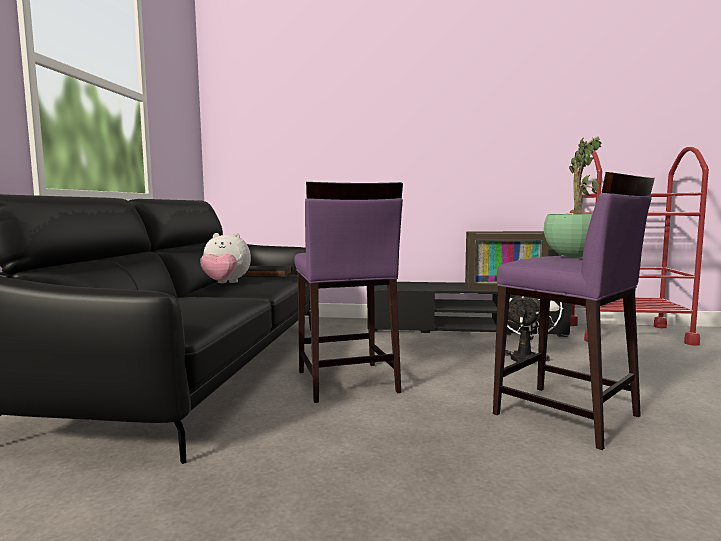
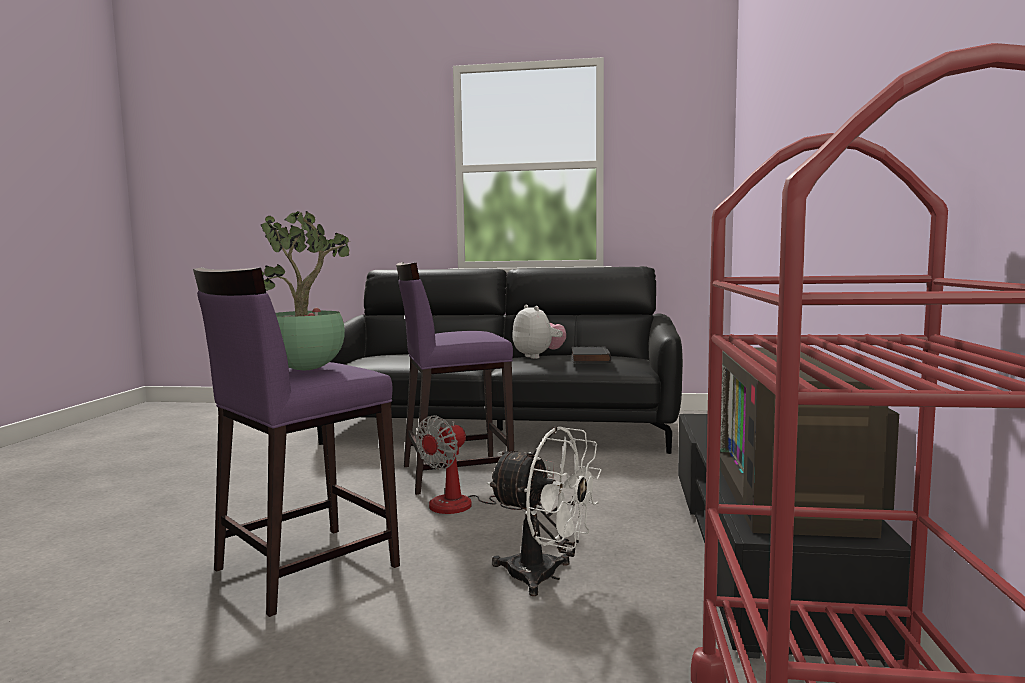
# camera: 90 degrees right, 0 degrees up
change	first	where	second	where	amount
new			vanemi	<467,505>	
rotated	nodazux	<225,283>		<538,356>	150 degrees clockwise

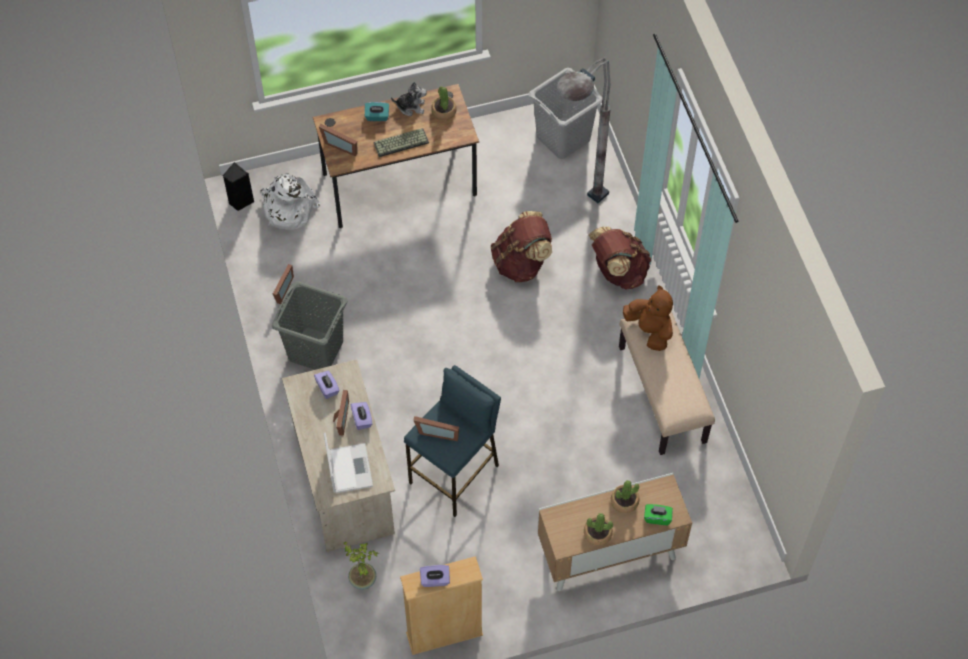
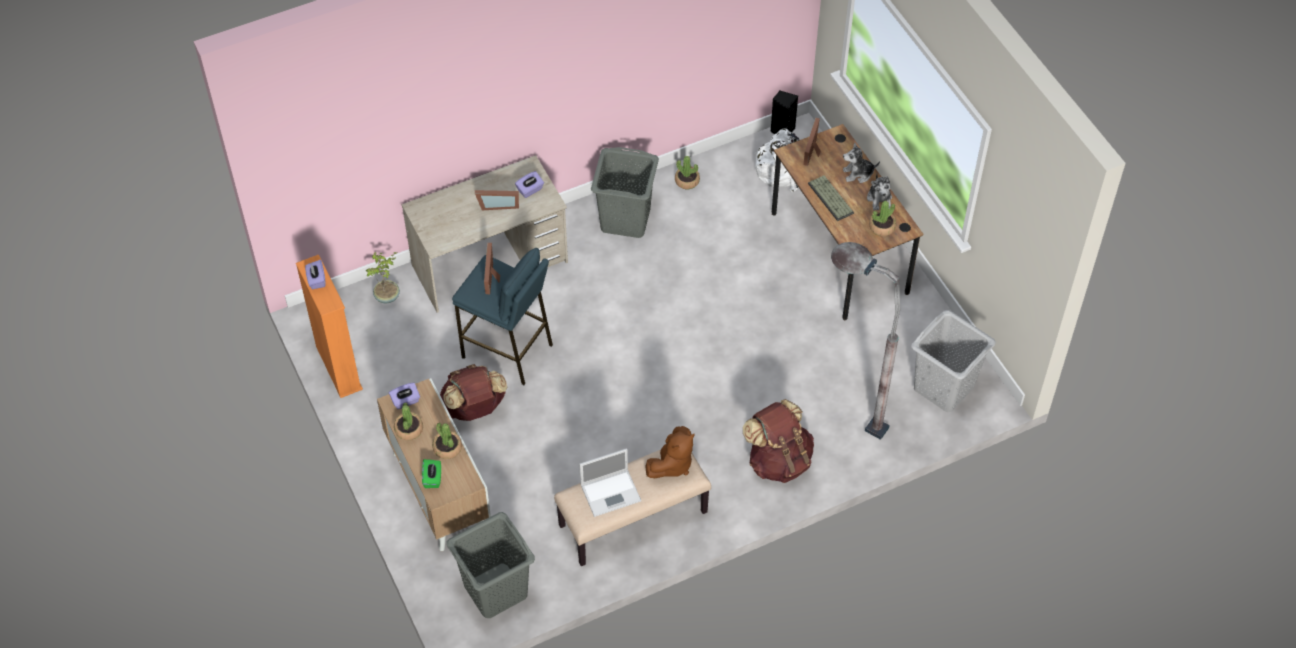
# camera: 80 degrees right, 5 degrees down
change	first	where	second	where	amount
repainted	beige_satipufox	<444,634>	orange_satipufox	<338,368>	
shifted	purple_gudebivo	<362,419>		<405,401>	
shifted	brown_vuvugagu	<521,263>		<474,409>	
new			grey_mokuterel	<495,590>	
shifted	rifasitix	<349,467>		<611,492>	
swapped	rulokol	<281,290>	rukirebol	<687,181>	
swapped	turquoise_gudebivo	<377,117>	nodazux	<858,174>	

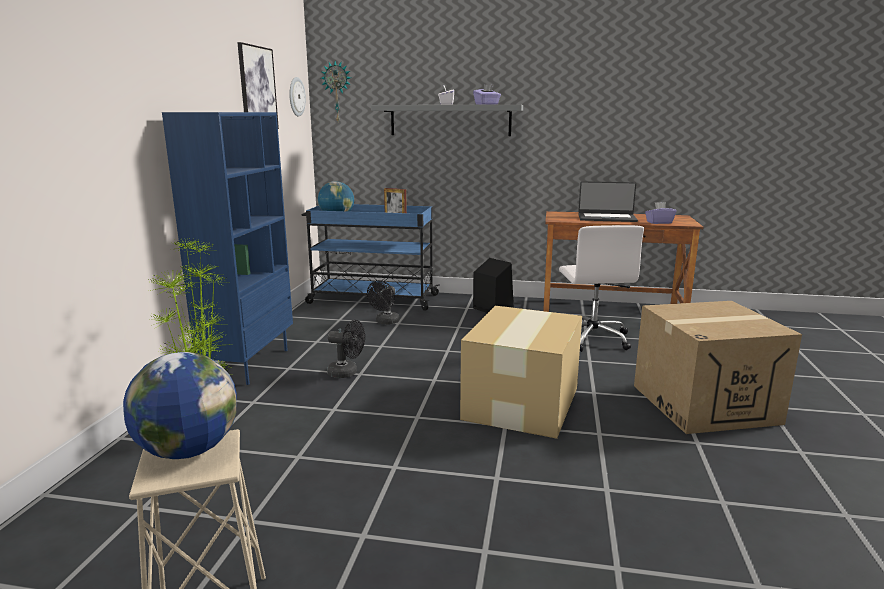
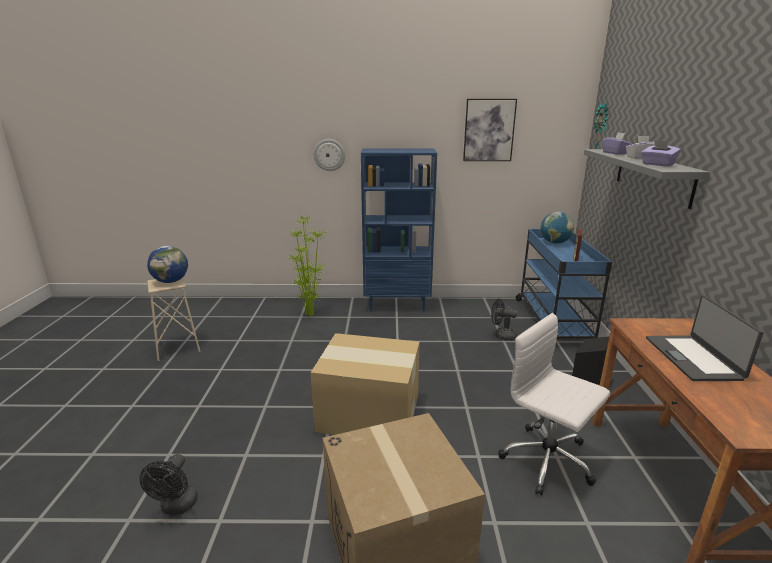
# camera: 80 degrees right, 5 degrees up
change	first	where	second	where	amount
shifted	black_vanemi	<347,373>		<177,507>	
shifted	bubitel	<296,97>		<329,155>	
rotated	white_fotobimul	<592,338>		<548,461>	60 degrees clockwise
shifted	purple_gudebivo	<659,222>		<615,153>	

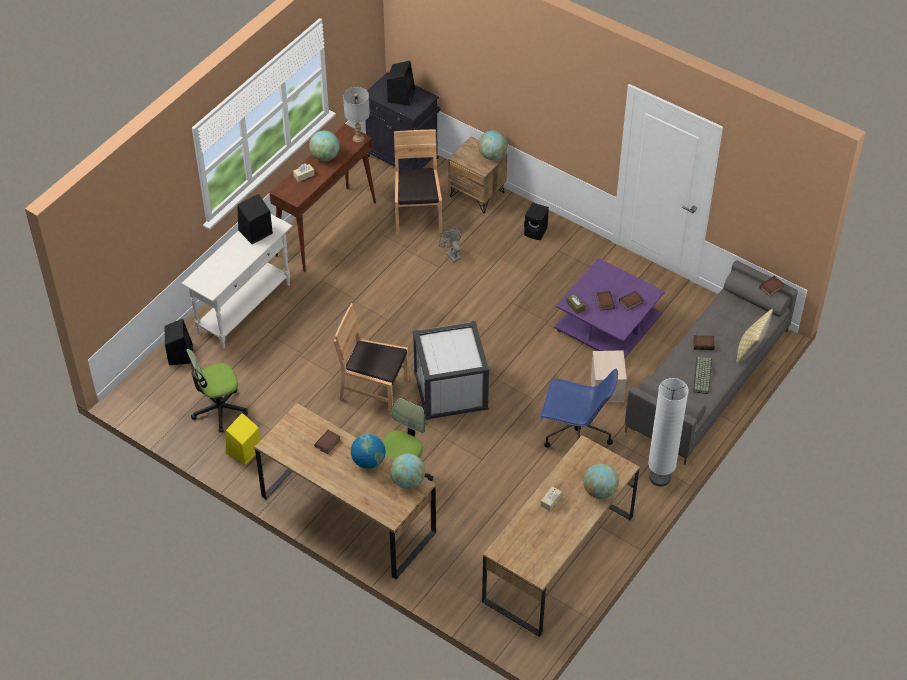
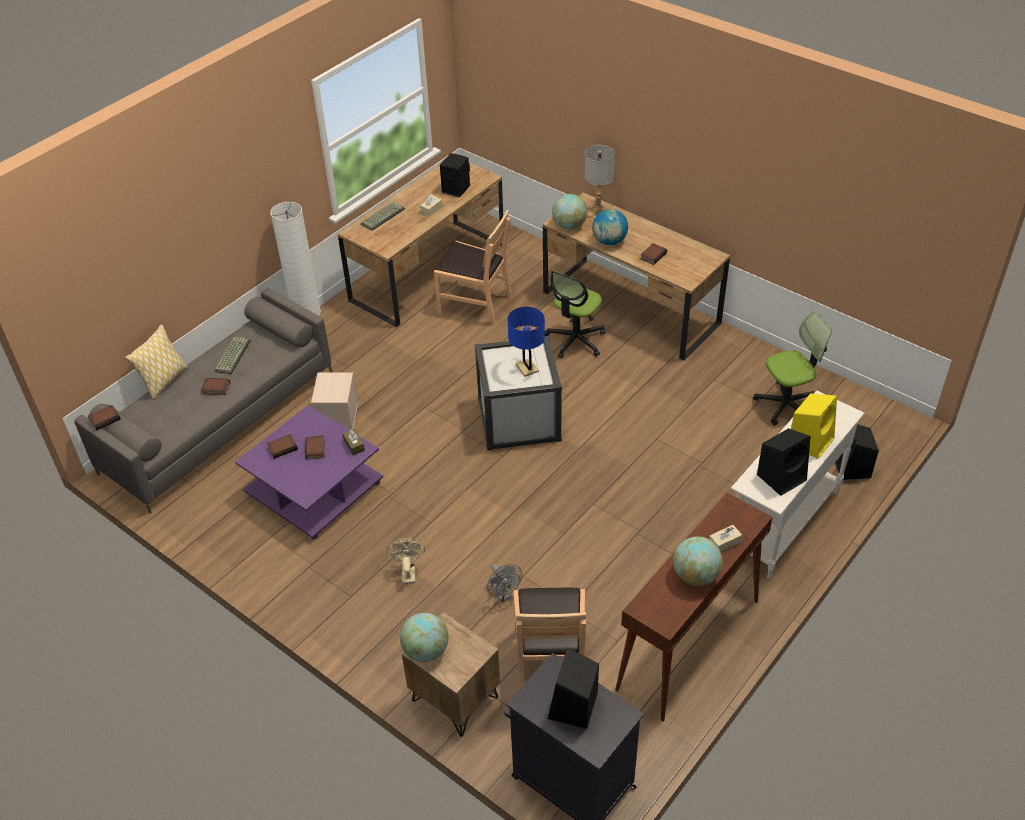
# camera: 175 degrees left, 5 degrees down
change	first	where	second	where	amount
swapped	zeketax	<599,491>	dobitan	<382,216>	
new			beige_vanemi	<408,572>	
shifted	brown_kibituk	<374,391>		<475,304>	
shifted	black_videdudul	<536,232>		<455,189>	
new			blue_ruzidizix	<527,368>	
shifted	grey_ruzidizix	<358,138>		<597,209>	
shifted	yellow_videdudul	<243,451>		<811,440>	
gone	blue_fotobimul	<575,436>			

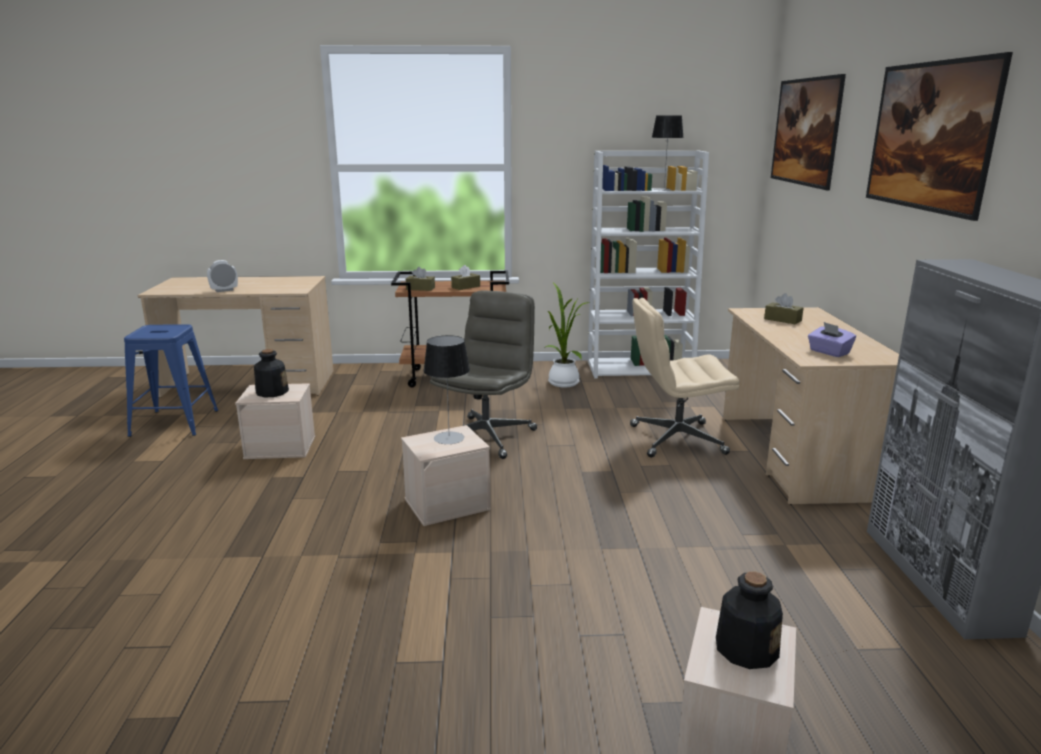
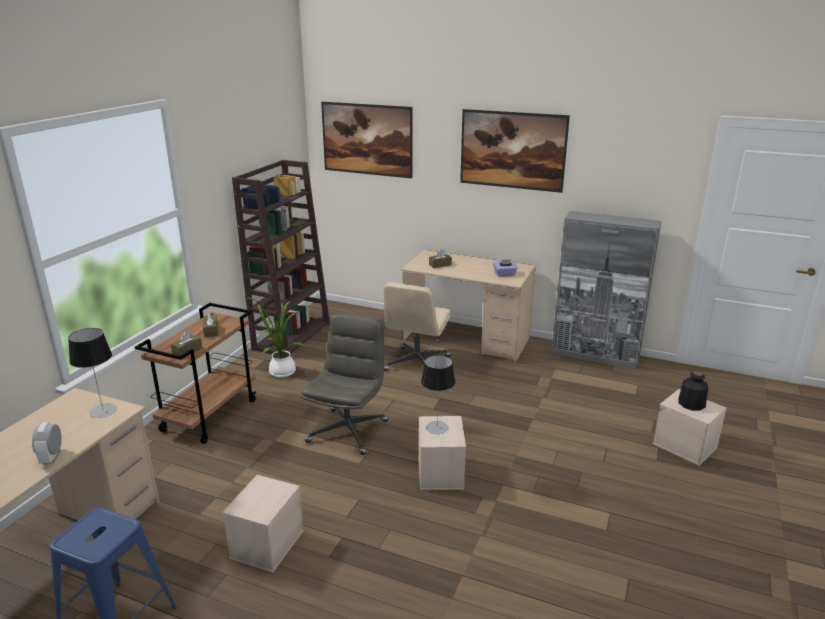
# camera: 65 degrees left, 5 degrees up
change	first	where	second	where	amount
shifted	ruzidizix	<664,189>		<103,411>	
repainted	white_satipufox	<640,368>	brown_satipufox	<291,335>	
rotated	grey_fotobimul	<486,437>		<348,430>	60 degrees clockwise
gone	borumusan	<272,392>			

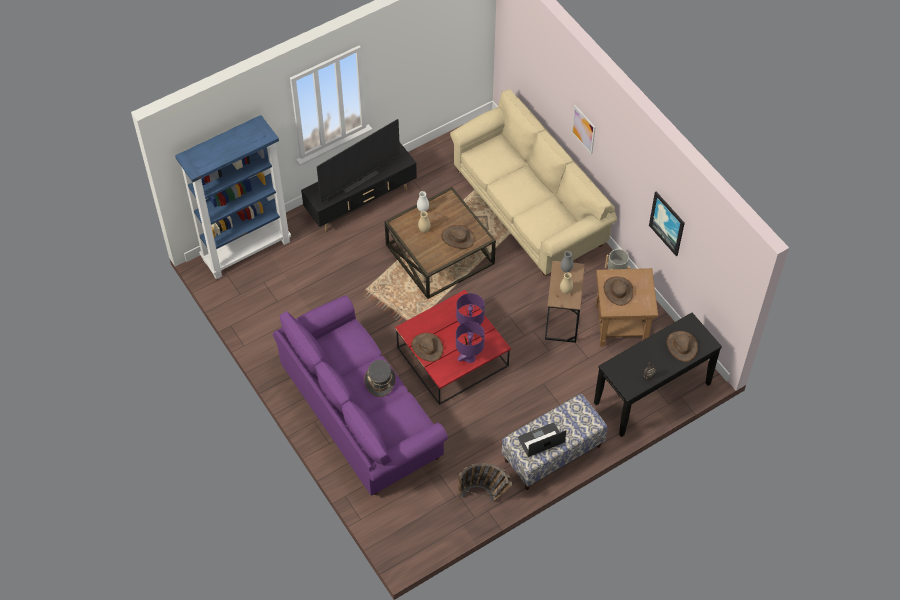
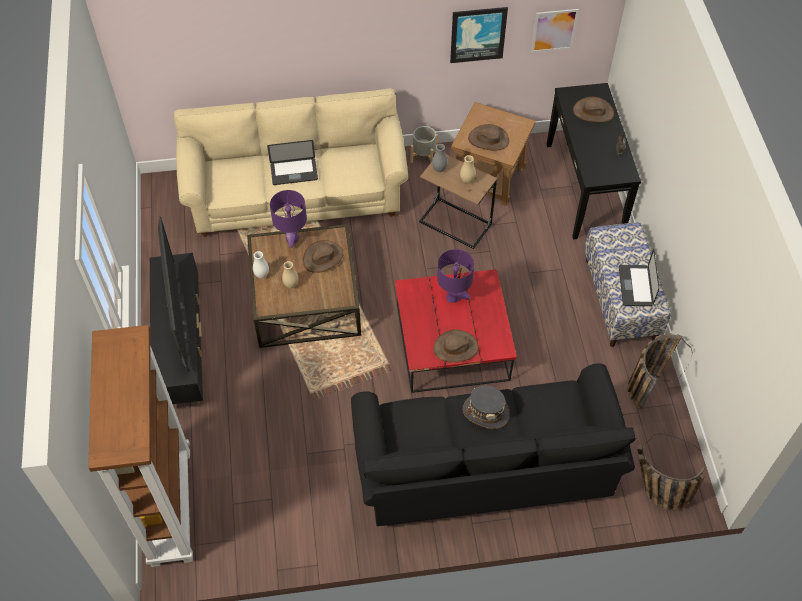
# camera: 65 degrees left, 0 degrees up
change	first	where	second	where	amount
repainted	blue_satipufox	<247,250>	brown_satipufox	<170,505>	
new			rifasitix	<294,172>	
shifted	purple_ruzidizix	<469,358>		<292,239>	
repainted	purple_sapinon	<361,413>	black_sapinon	<484,465>	
shifted	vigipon	<583,129>		<554,30>	
new			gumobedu	<656,491>	

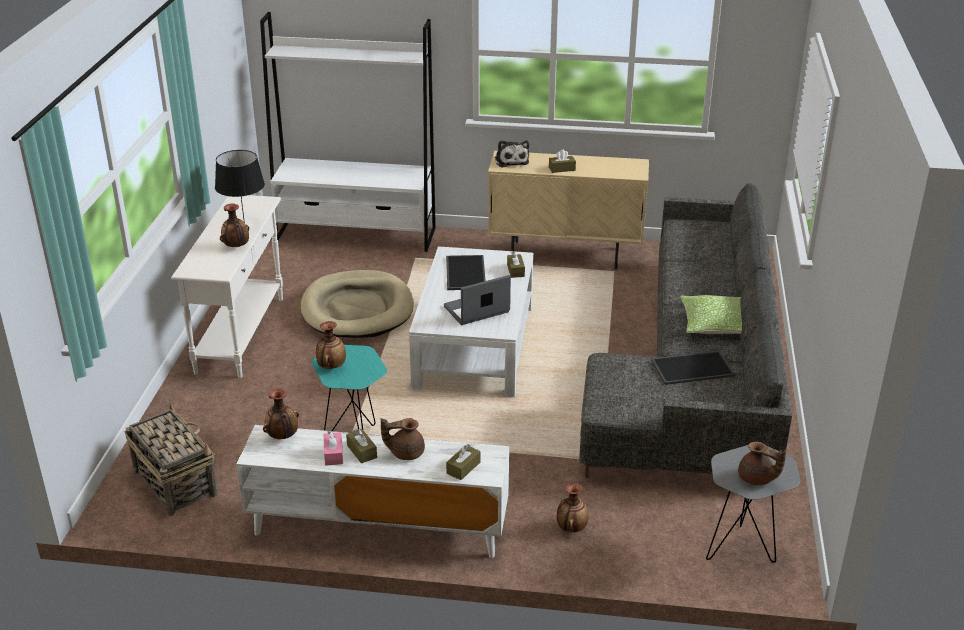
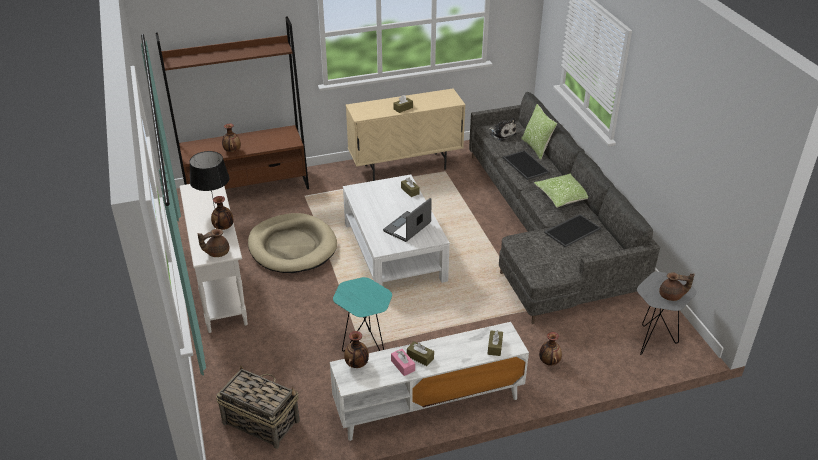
# camera: 25 degrees left, 5 degrees up
change	first	where	second	where	amount
repainted	white_satipufox	<356,235>	brown_satipufox	<247,188>	
shifted	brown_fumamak	<405,452>		<216,252>	
shifted	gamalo	<331,367>		<232,151>	
shifted	nodazux	<511,161>		<502,134>	
shifted	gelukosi	<464,272>		<524,165>	
new			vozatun	<536,148>	

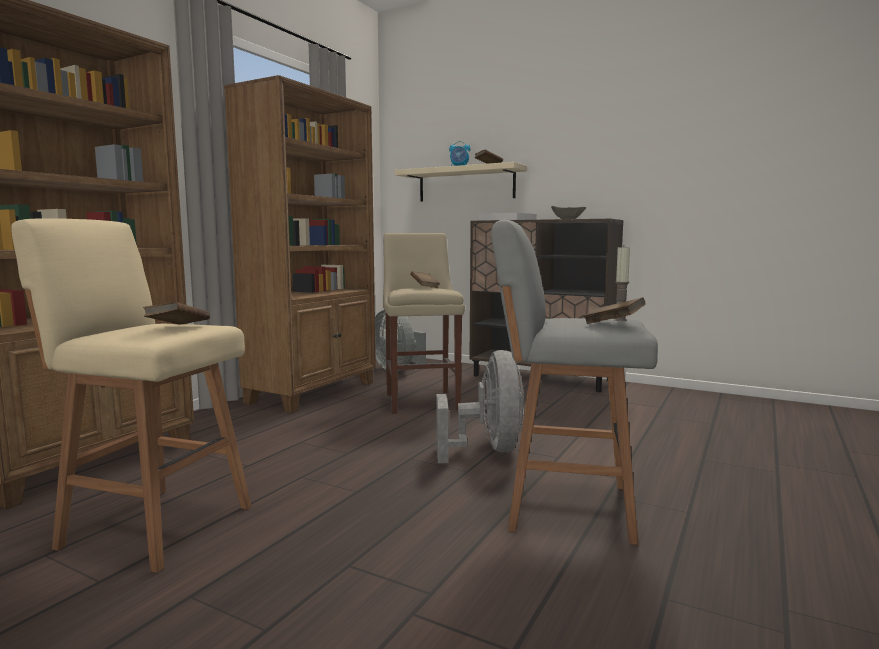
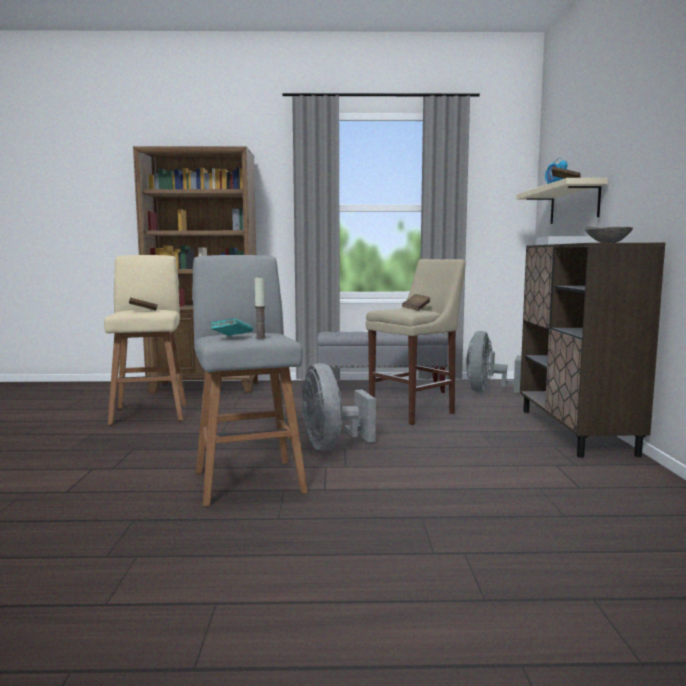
# camera: 60 degrees right, 0 degrees up
change	first	where	second	where	amount
repainted	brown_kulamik	<613,324>	turquoise_kulamik	<232,338>	
rotated	grey_vanemi	<488,450>		<331,446>	105 degrees clockwise
swapped	brown_satipufox	<314,392>	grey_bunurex	<381,388>	

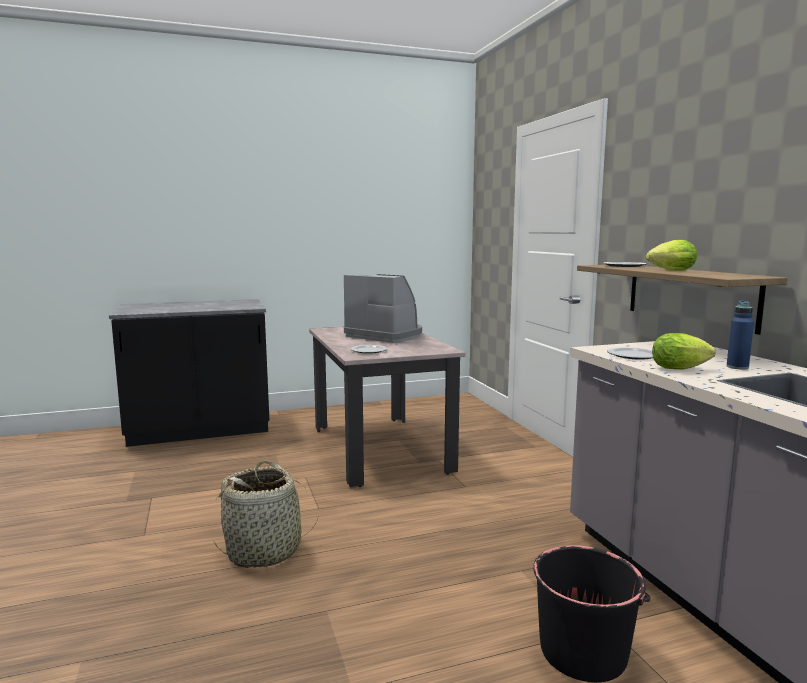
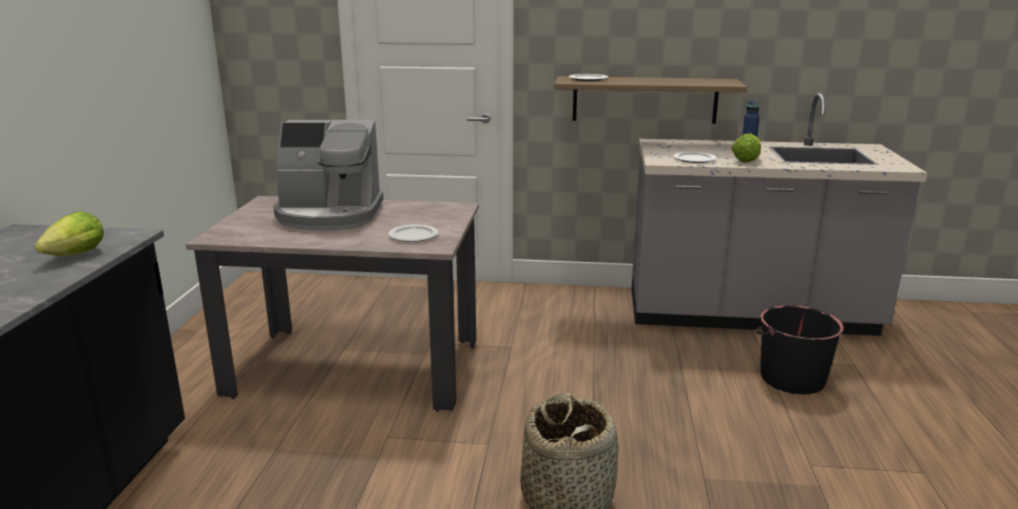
# camera: 65 degrees left, 10 degrees up
change	first	where	second	where	amount
shifted	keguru	<669,270>		<73,256>	
rotated	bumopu	<385,335>		<329,215>	150 degrees counterclockwise

